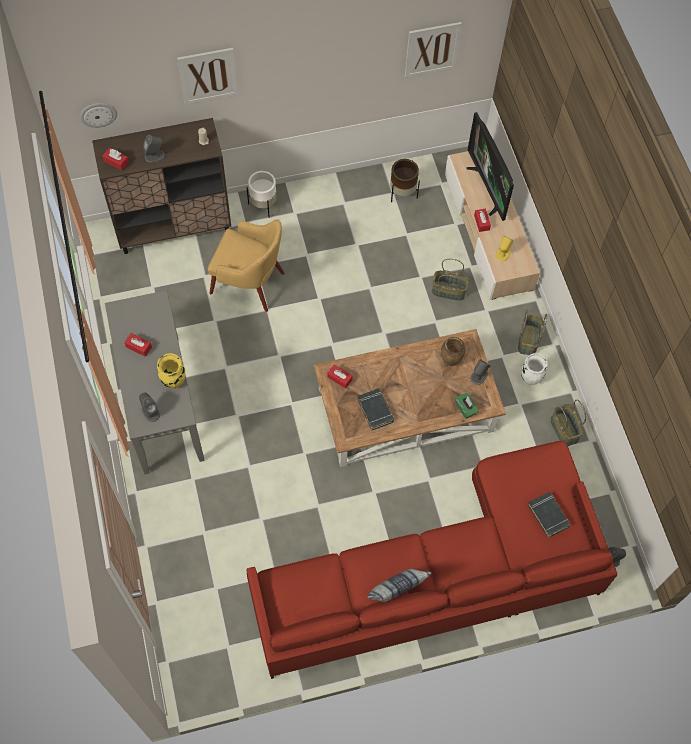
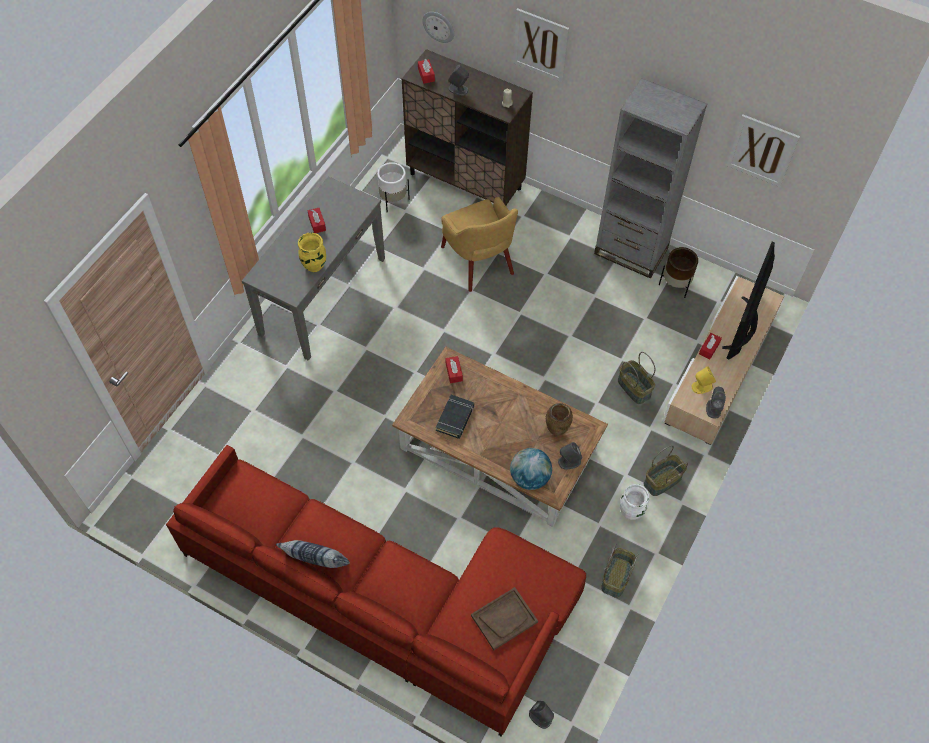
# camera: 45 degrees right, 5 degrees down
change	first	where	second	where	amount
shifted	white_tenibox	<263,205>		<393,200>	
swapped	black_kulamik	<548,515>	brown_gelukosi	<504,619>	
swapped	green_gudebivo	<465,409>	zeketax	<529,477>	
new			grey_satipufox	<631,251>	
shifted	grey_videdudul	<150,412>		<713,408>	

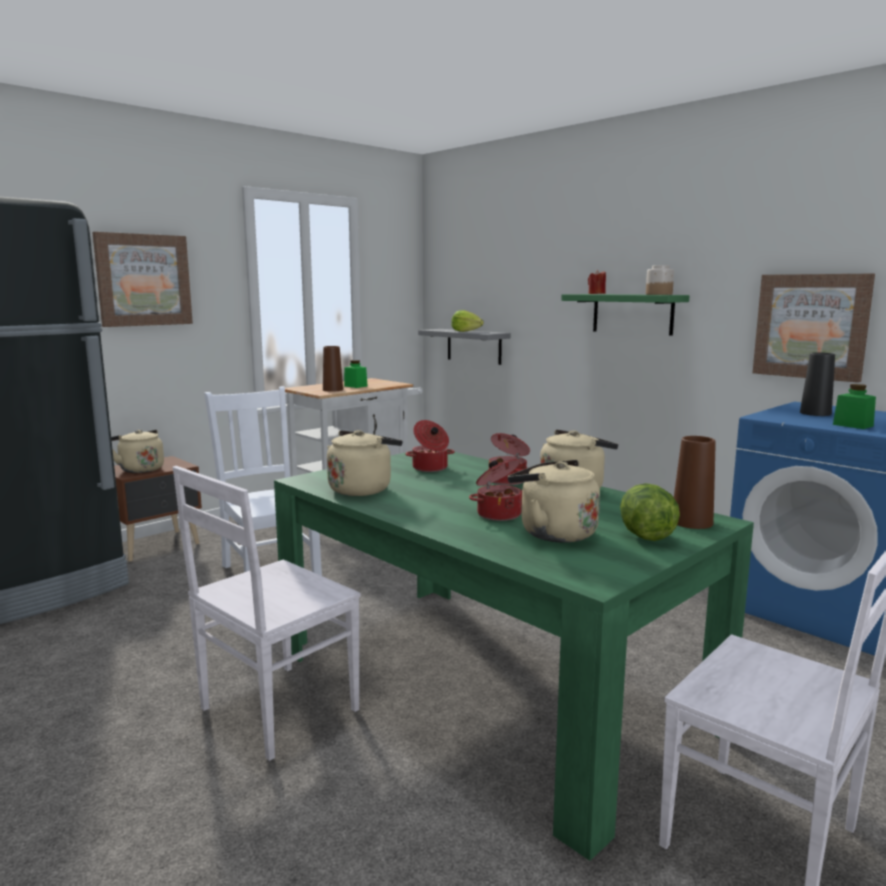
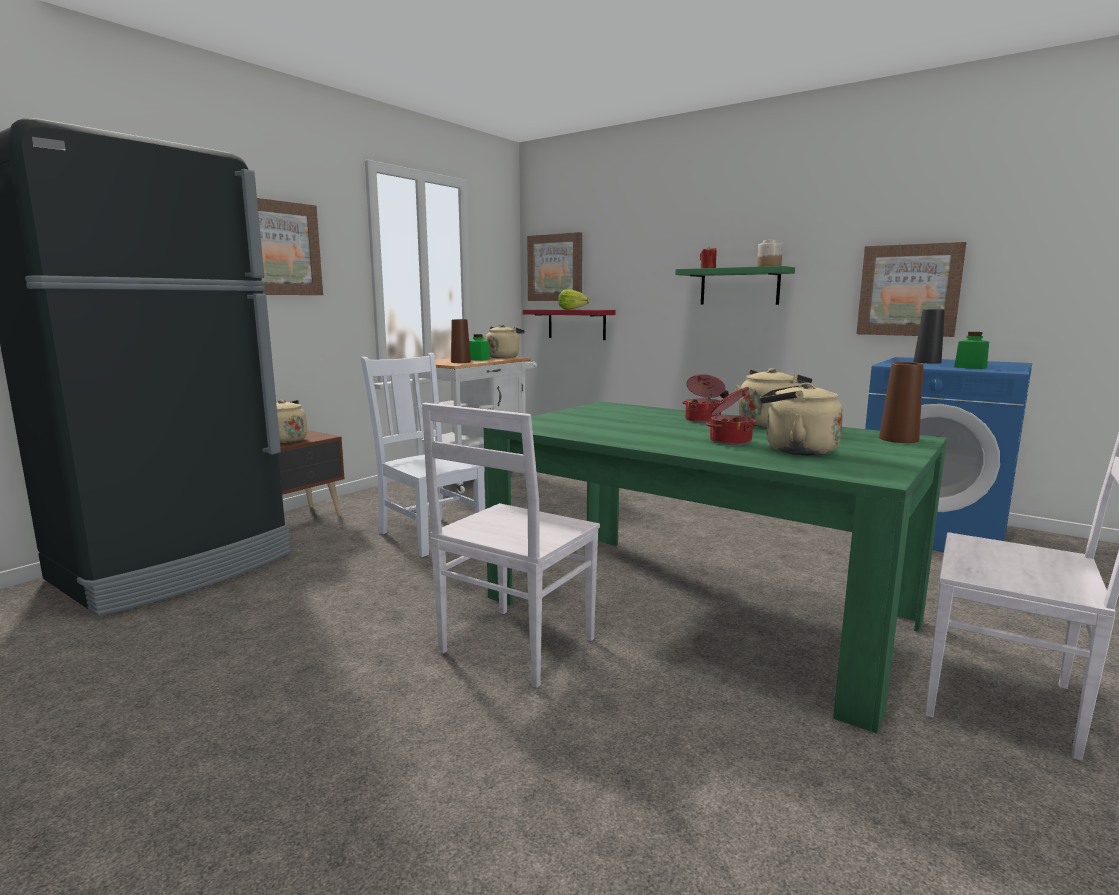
# camera: 10 degrees left, 0 degrees up
change	first	where	second	where	amount
shifted	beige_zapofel	<362,489>		<503,357>	
repainted	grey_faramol	<474,346>	red_faramol	<576,324>	
new			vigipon	<555,268>	
gone	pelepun	<430,468>			
gone	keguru	<645,535>			

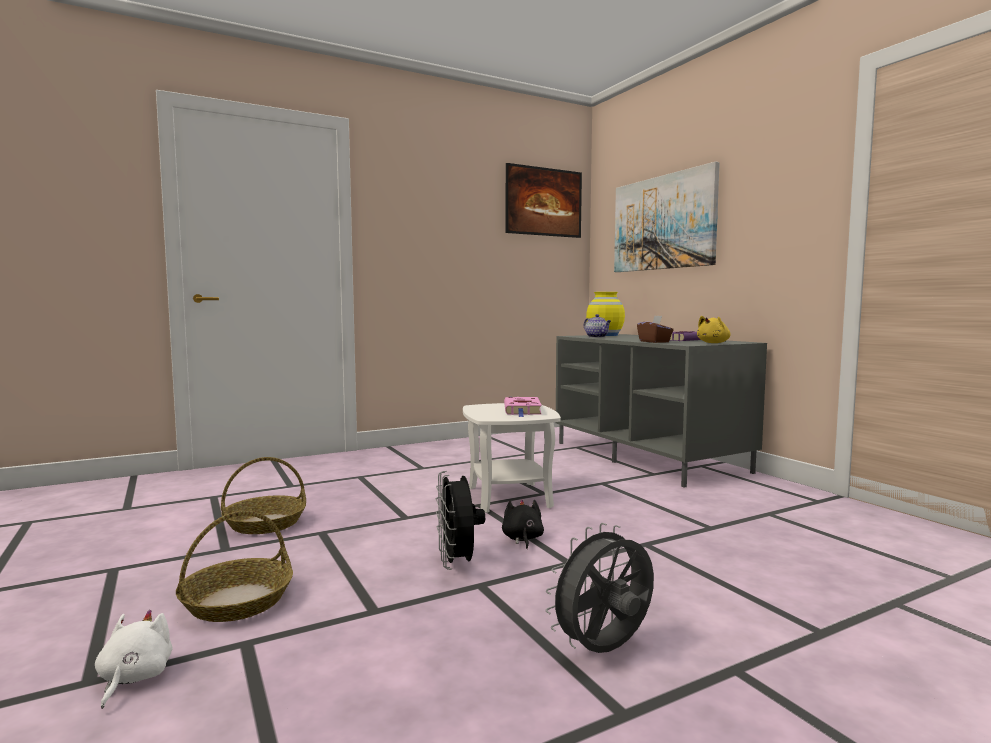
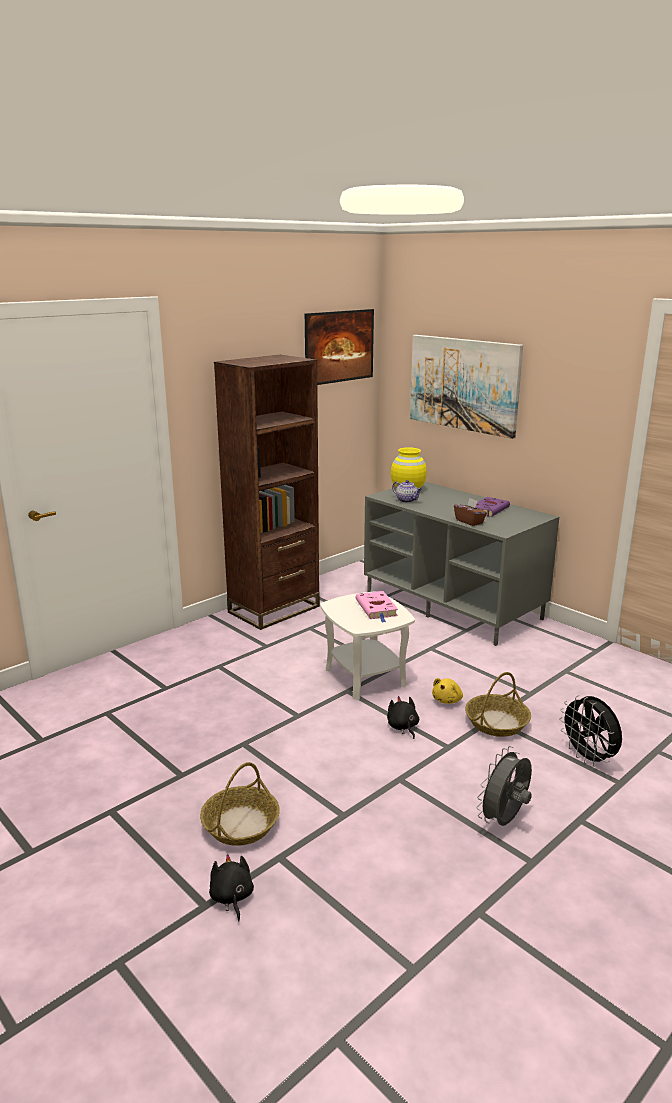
# camera: 15 degrees left, 15 degrees up
change	first	where	second	where	amount
repainted	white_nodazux	<133,678>	black_nodazux	<231,897>	
new			brown_satipufox	<274,609>	
shifted	yellow_nodazux	<714,343>		<447,700>	
shifted	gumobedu	<265,523>		<496,722>	
shifted	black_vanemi	<457,564>		<588,758>	

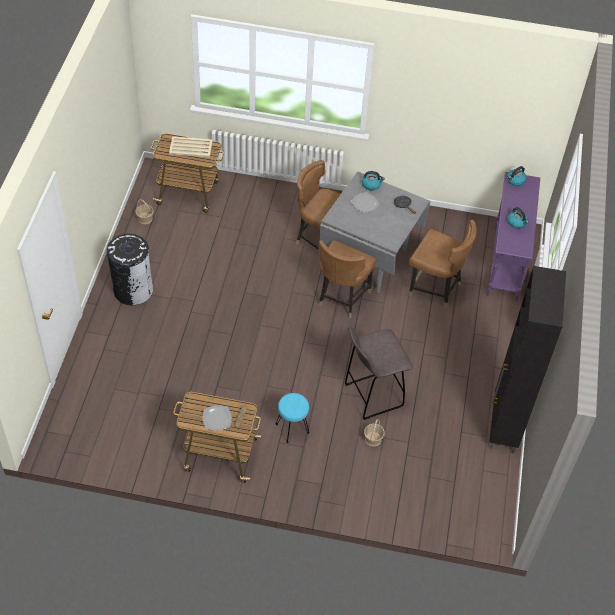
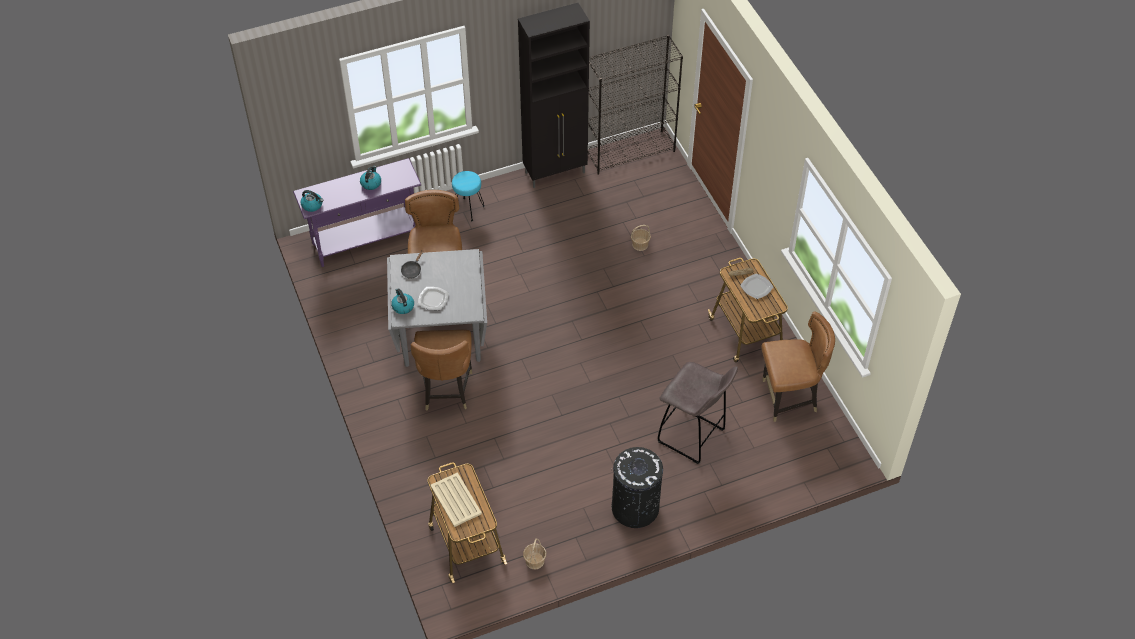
# camera: 120 degrees left, 0 degrees up
change	first	where	second	where	amount
shifted	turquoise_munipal	<292,429>		<468,209>	
new			black_satipufox	<630,151>	
shifted	grey_munipal	<371,396>		<693,437>	
shifted	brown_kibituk	<342,297>		<789,398>	

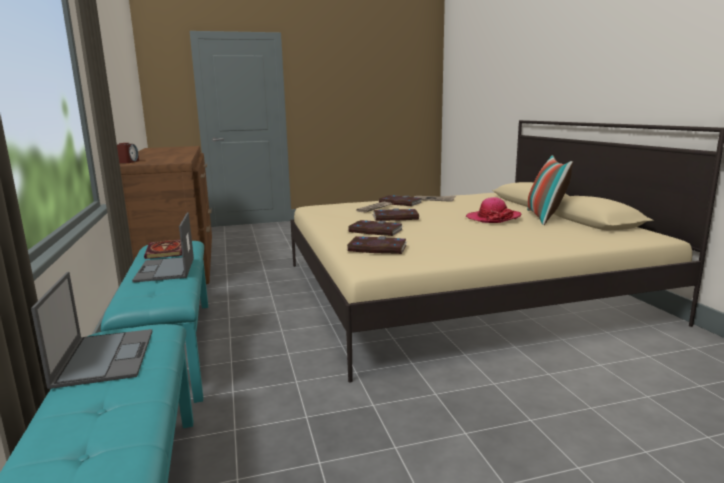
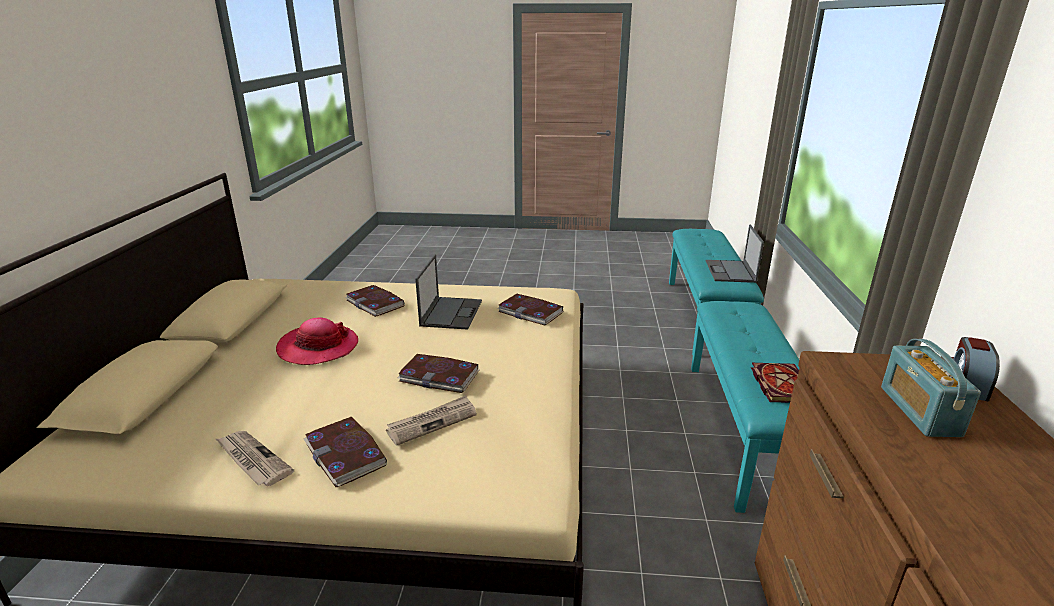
# camera: 160 degrees left, 10 degrees up
change	first	where	second	where	amount
shifted	kulamik	<375,231>		<375,303>	
shifted	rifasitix	<165,270>		<451,313>	
new			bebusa	<919,411>	
gone	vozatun	<545,218>			

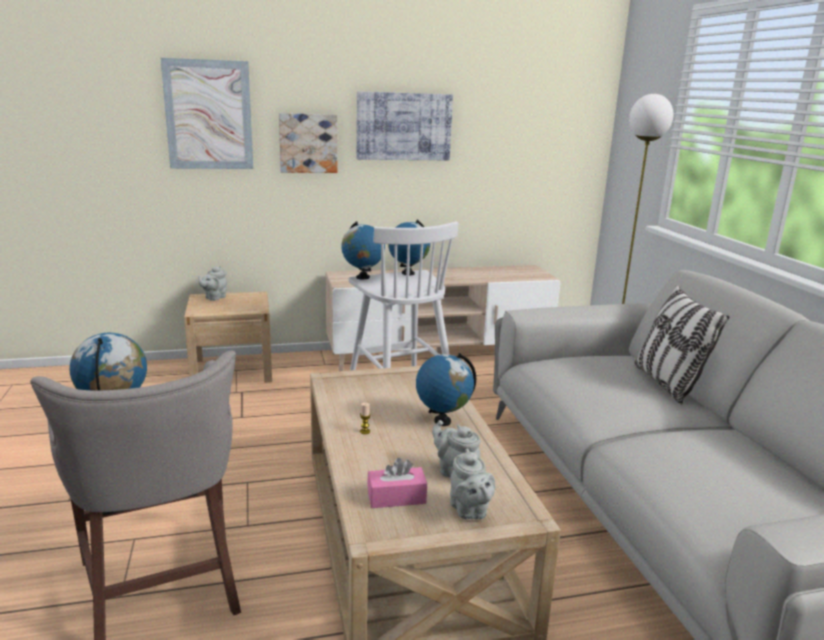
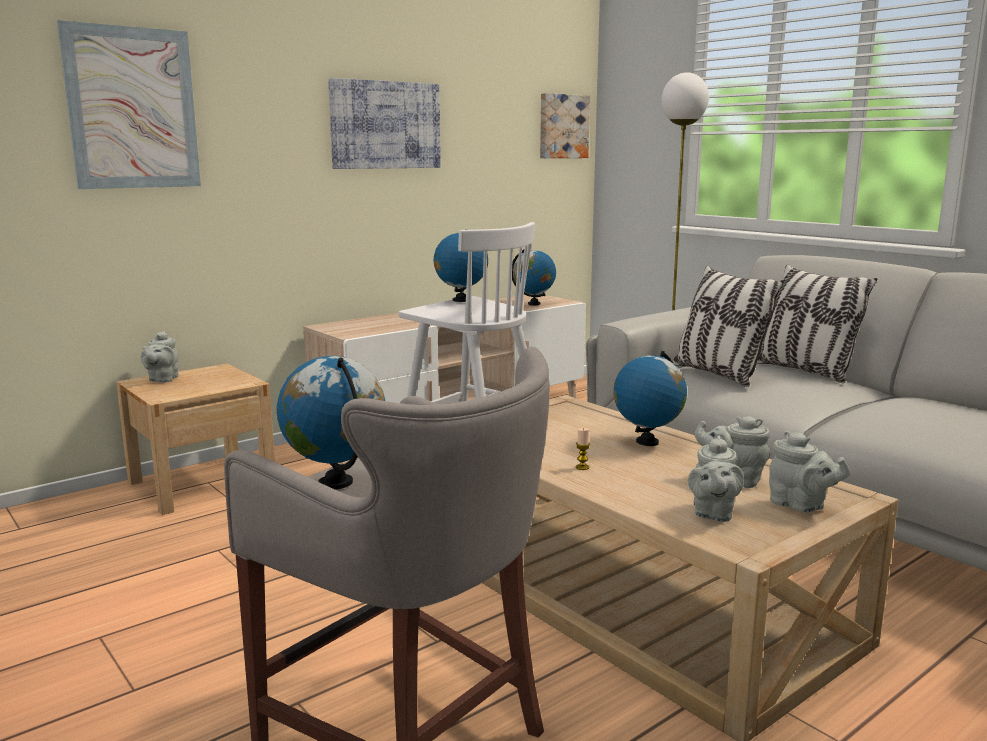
# camera: 25 degrees left, 5 degrees down
change	first	where	second	where	amount
shifted	zeketax	<362,277>		<534,304>	
shifted	vigipon	<308,143>		<562,126>	
new			vozatun	<718,374>	
swapped	pink_gudebivo	<396,497>	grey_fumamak	<712,513>	

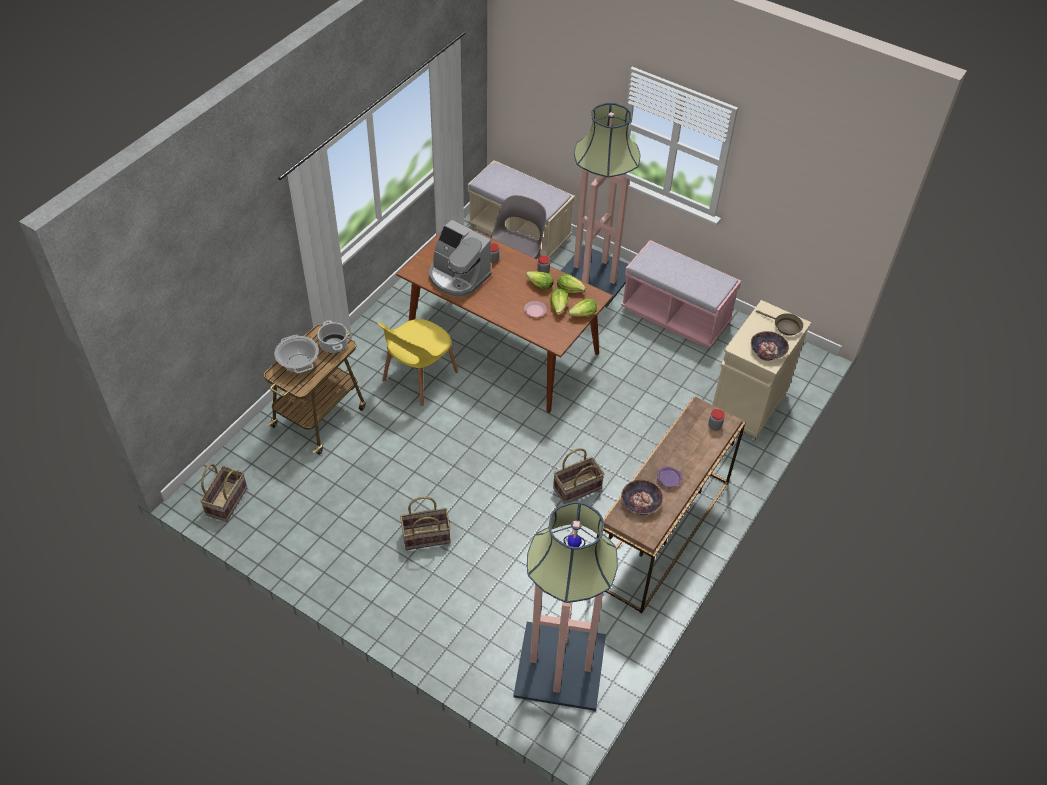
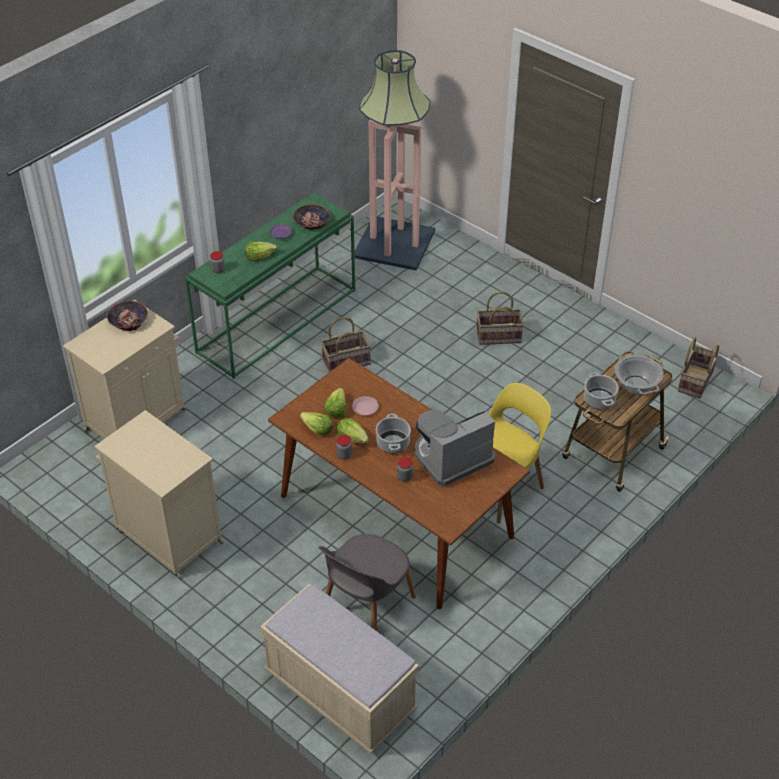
# camera: 170 degrees left, 5 degrees down
change	first	where	second	where	amount
swapped	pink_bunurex	<675,316>	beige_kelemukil	<167,536>	
repainted	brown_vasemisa	<662,533>	green_vasemisa	<277,320>	
shifted	keguru	<583,315>		<259,256>	
new			pelepun	<393,443>	
rotated	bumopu	<458,277>		<451,457>	75 degrees counterclockwise
gone	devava	<594,276>			
gone	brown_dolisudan	<784,326>			

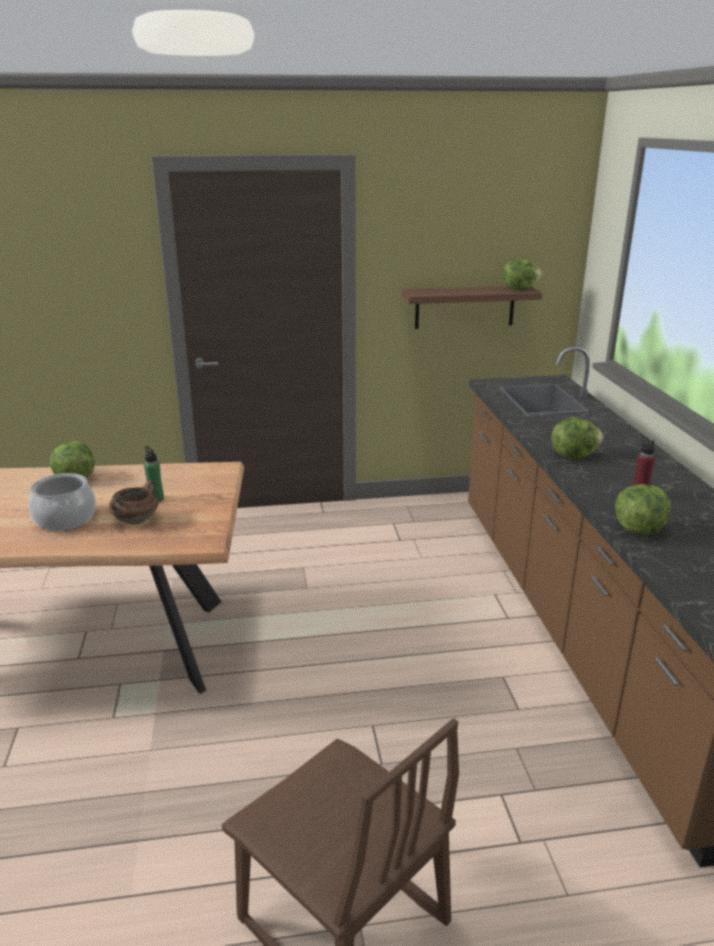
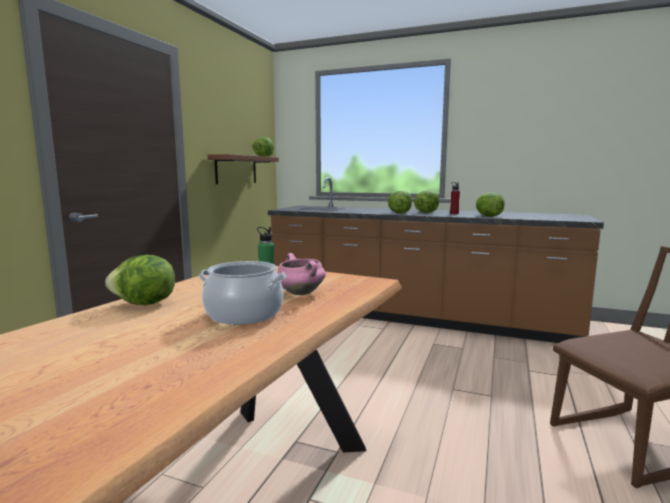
# camera: 60 degrees left, 15 degrees down
change	first	where	second	where	amount
repainted	brown_pelepun	<136,520>	pink_pelepun	<299,293>	
new			keguru	<426,212>	

